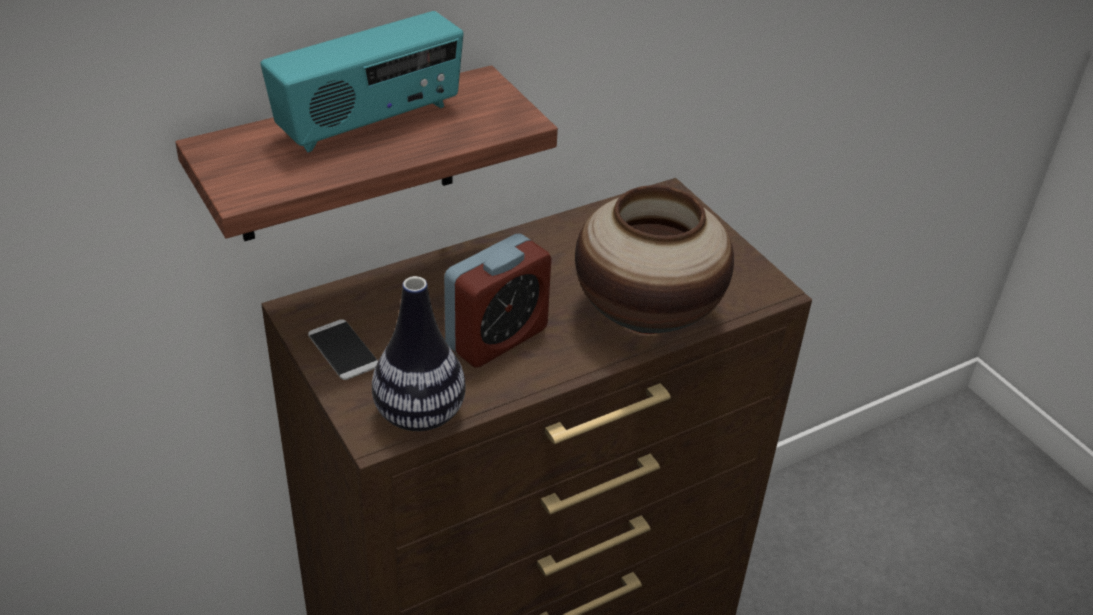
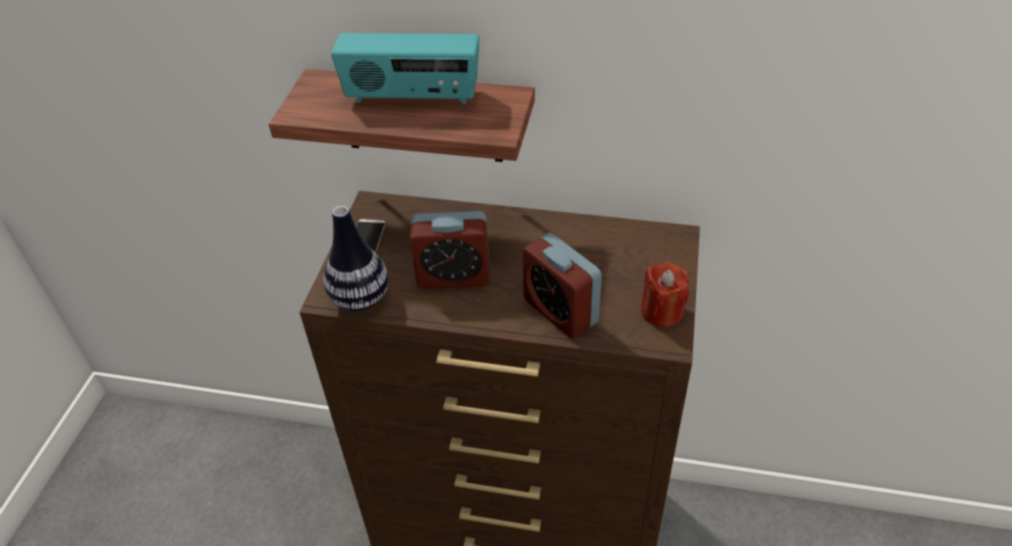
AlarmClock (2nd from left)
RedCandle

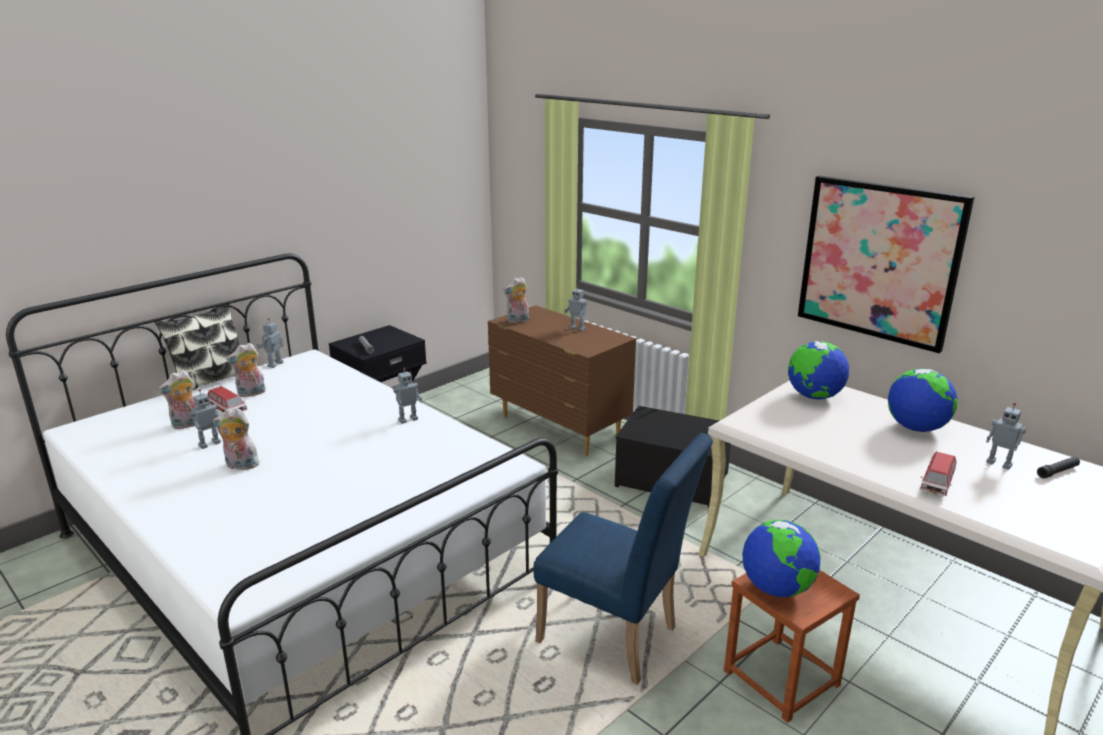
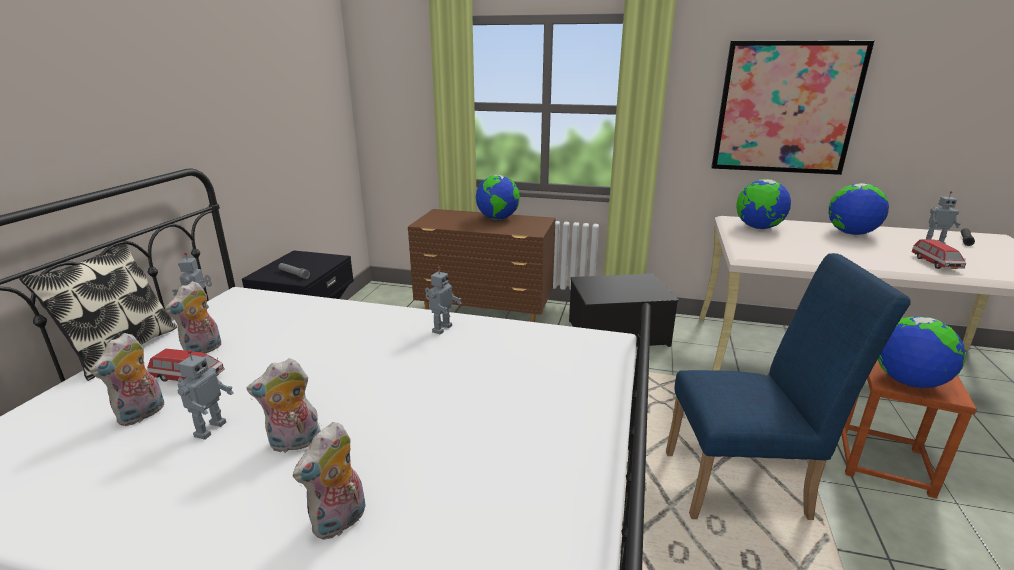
PlushToy (4th from left)
Globe (1st from left)

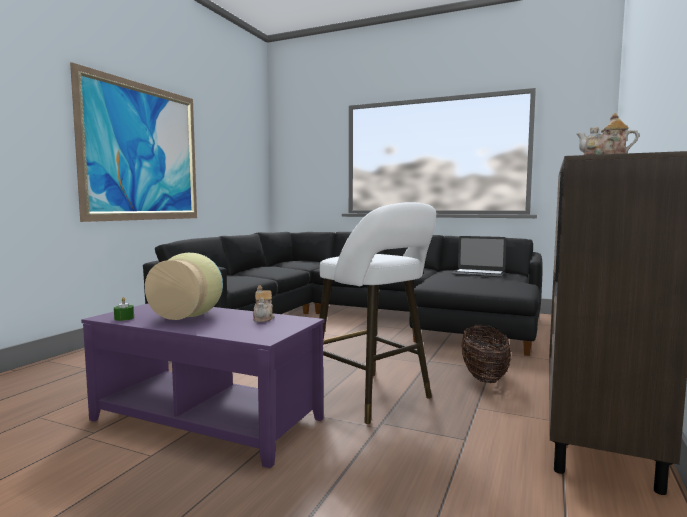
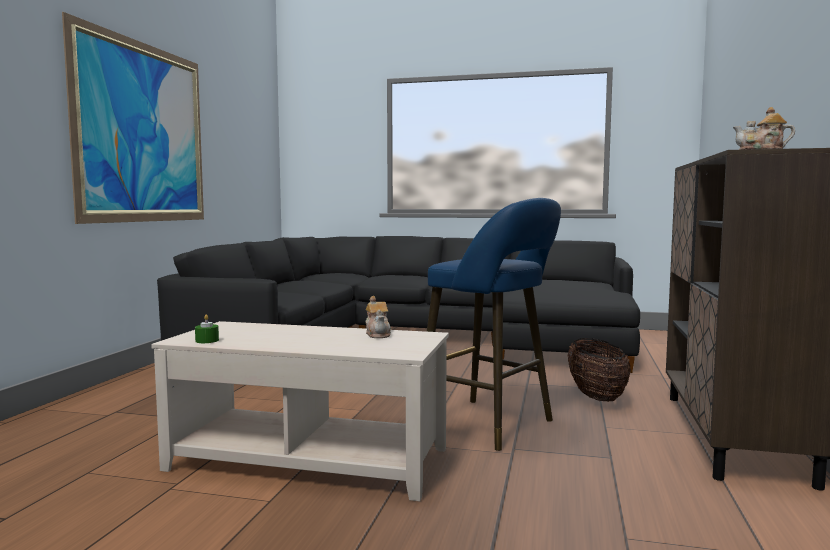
BeigeCoffeeTable
Vase
BlueStool
Laptop

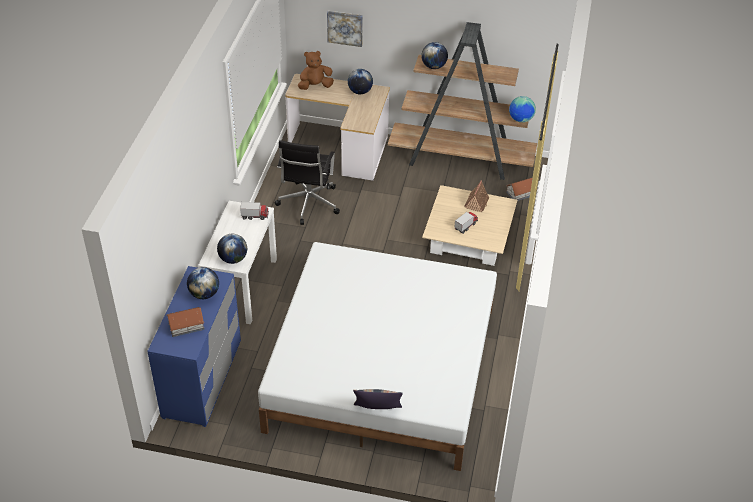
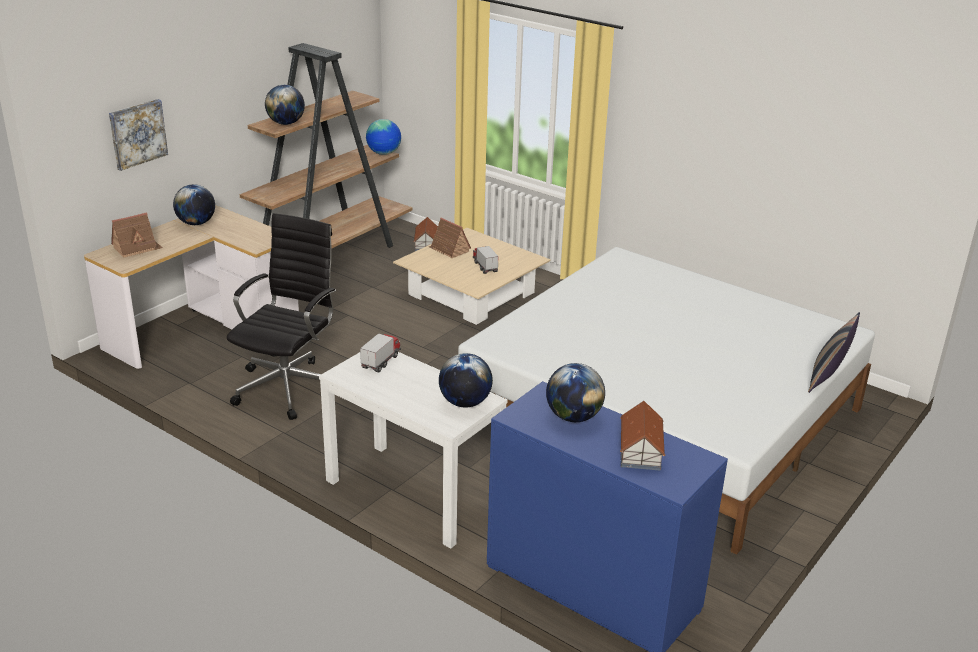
BlackOfficeChair
ToyHouse (1st from left)

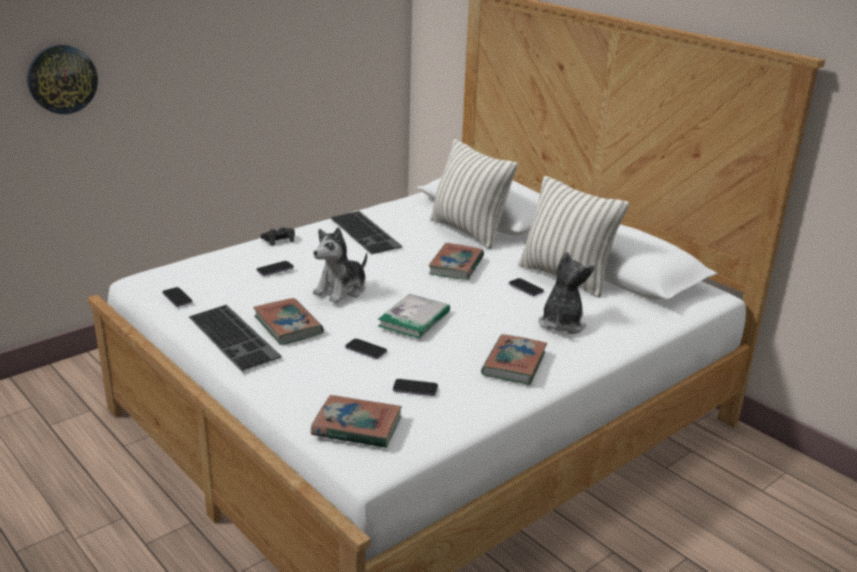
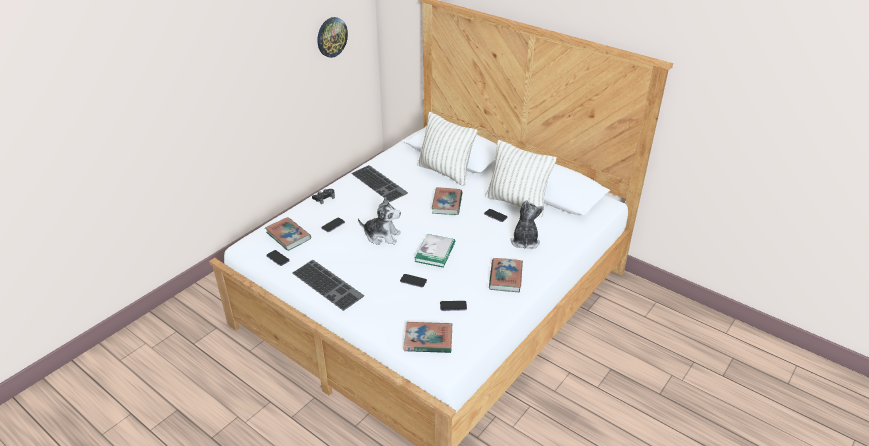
WallClock
Book (1st from left)
PlushToy (1st from left)

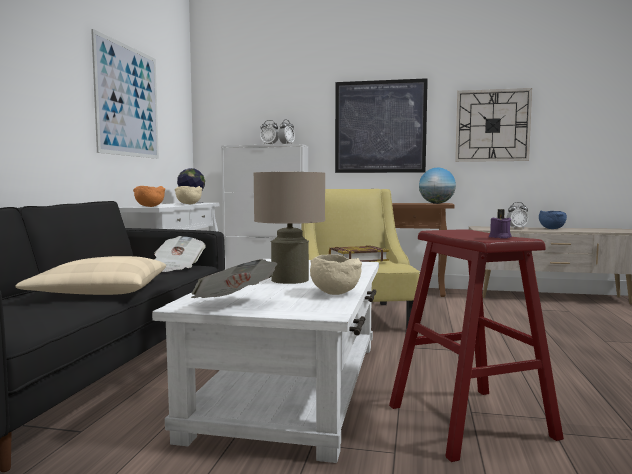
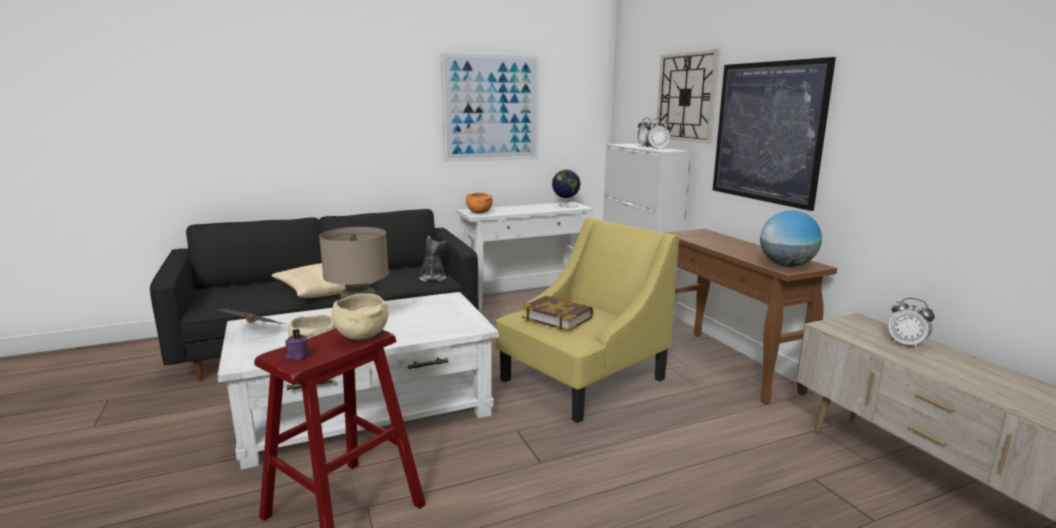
PlushToy
BeigeBowl (2nd from left)
WallClock
BlueBowl

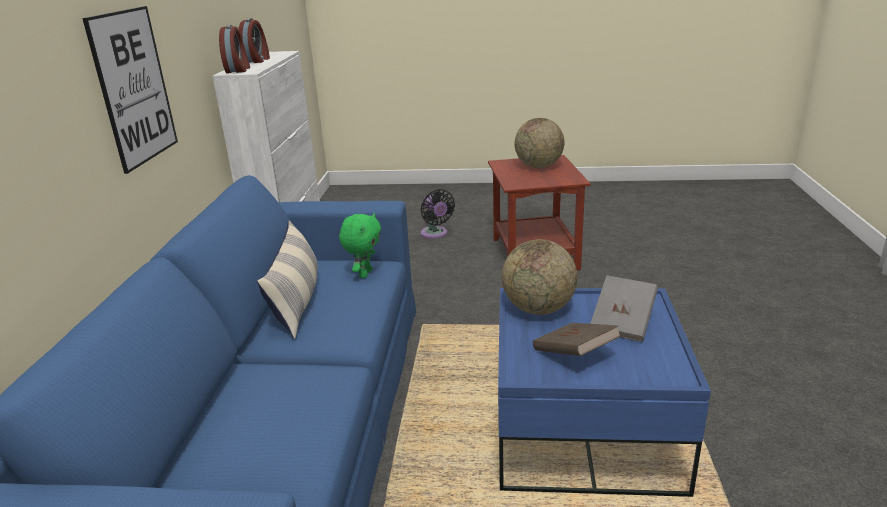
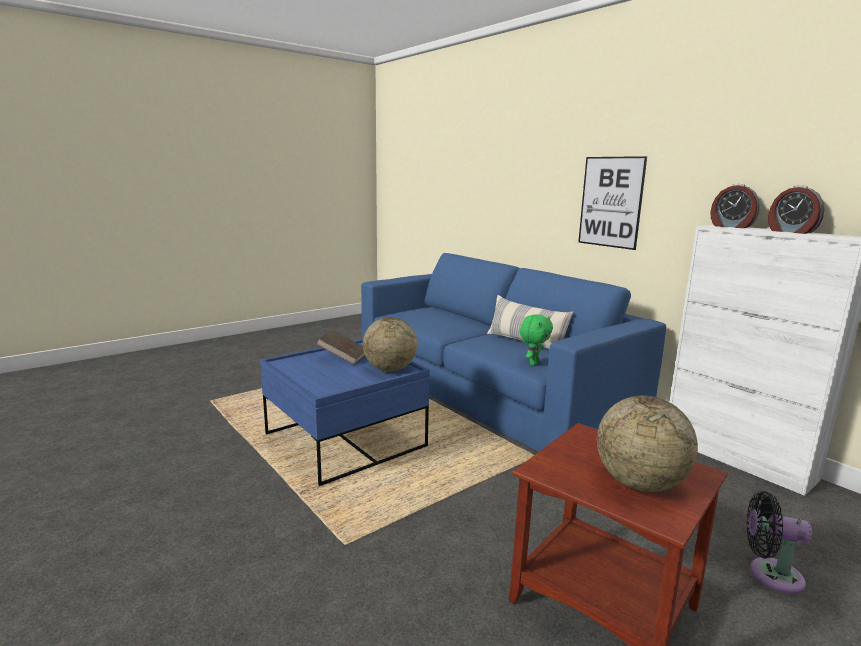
GreenPlushToy
GreyBook

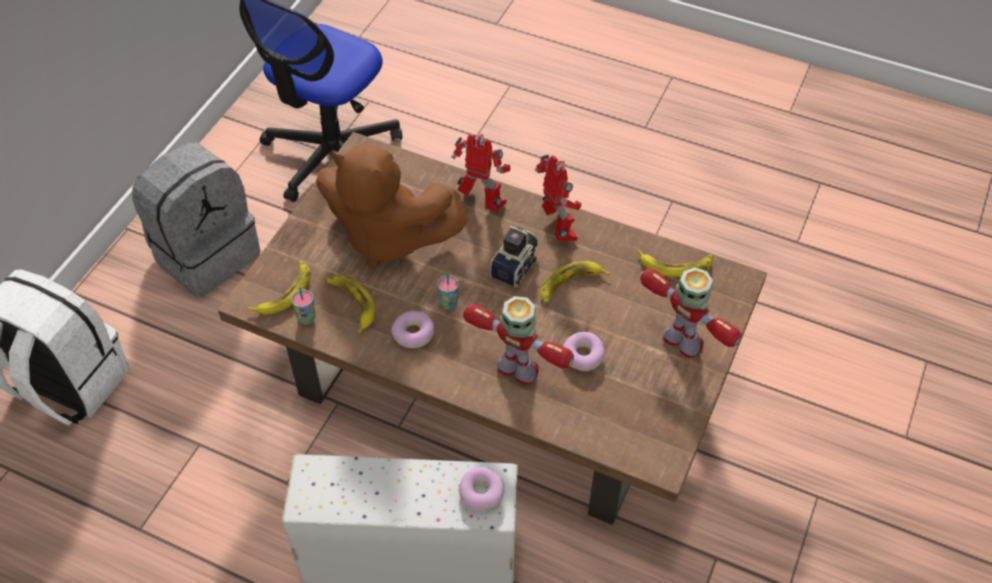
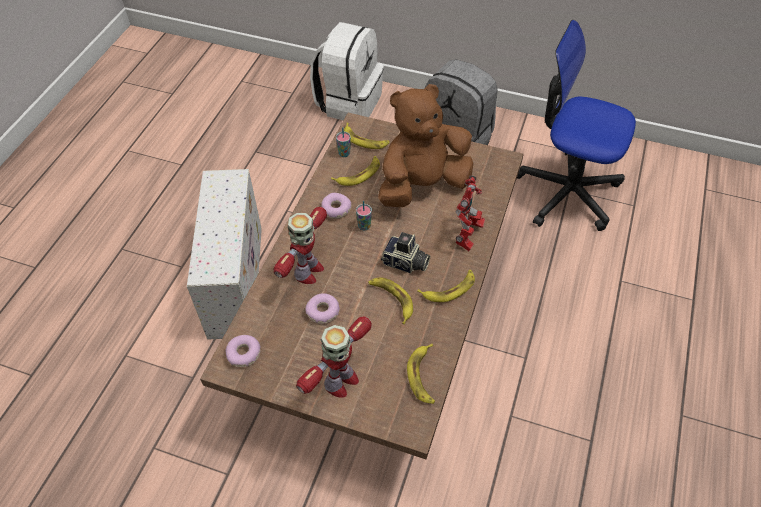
BrownPlushToy
Donut (1st from left)
Banana (5th from left)

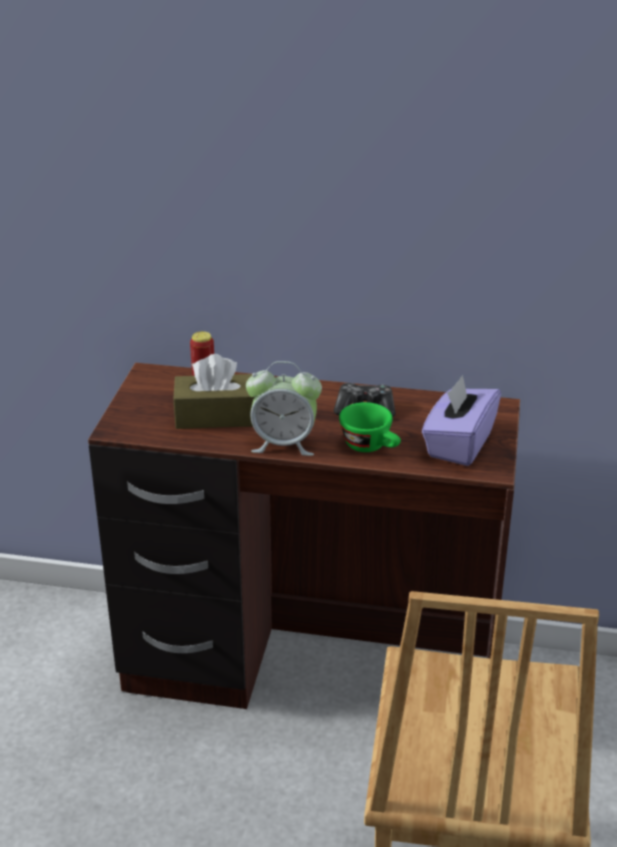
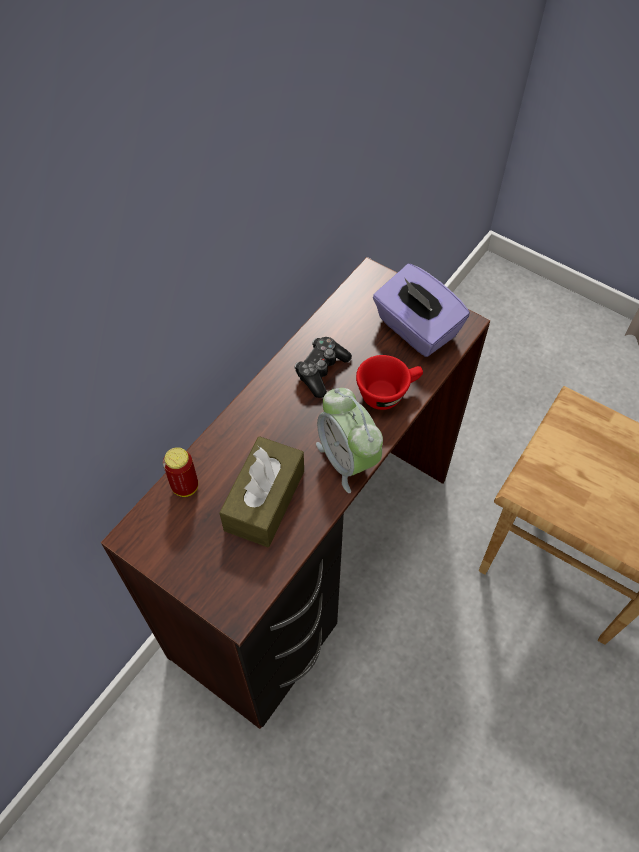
AlarmClock
RedCup

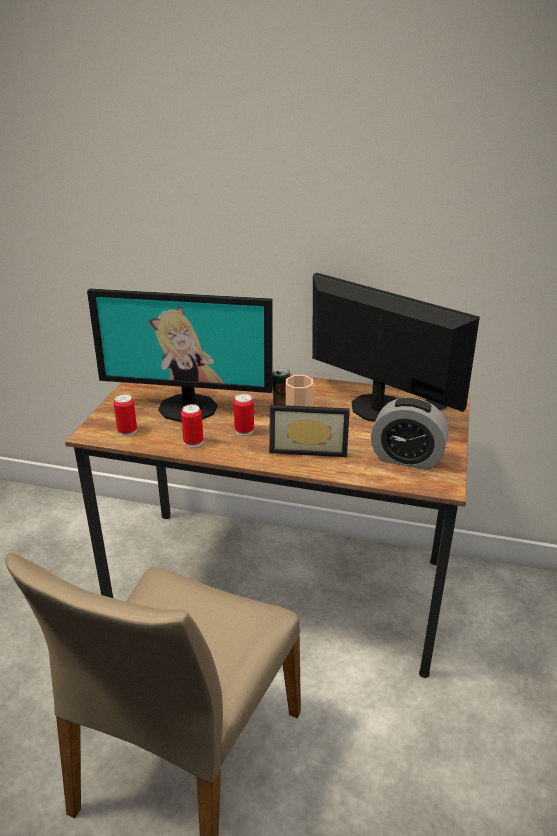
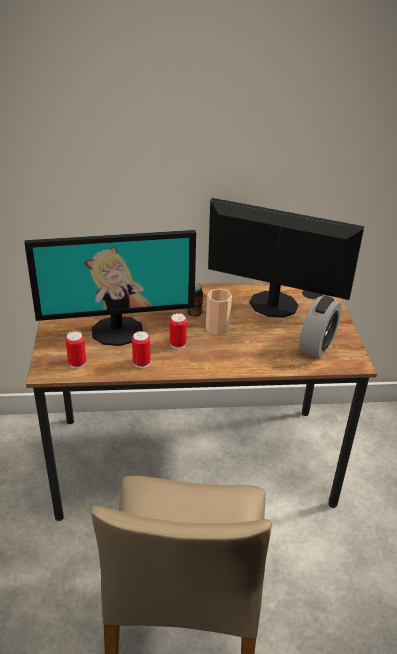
PictureFrame
AlarmClock

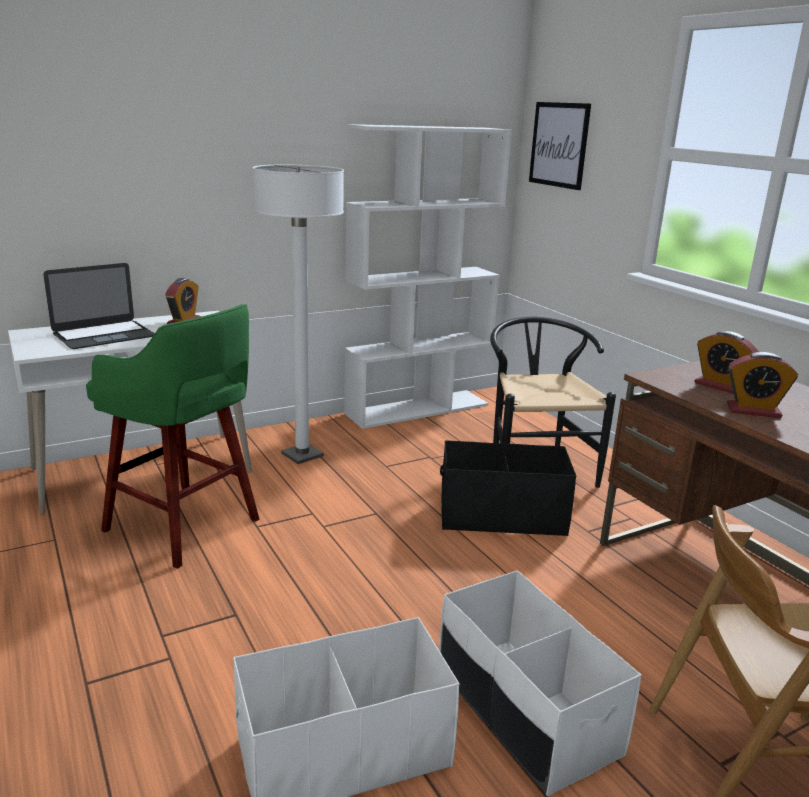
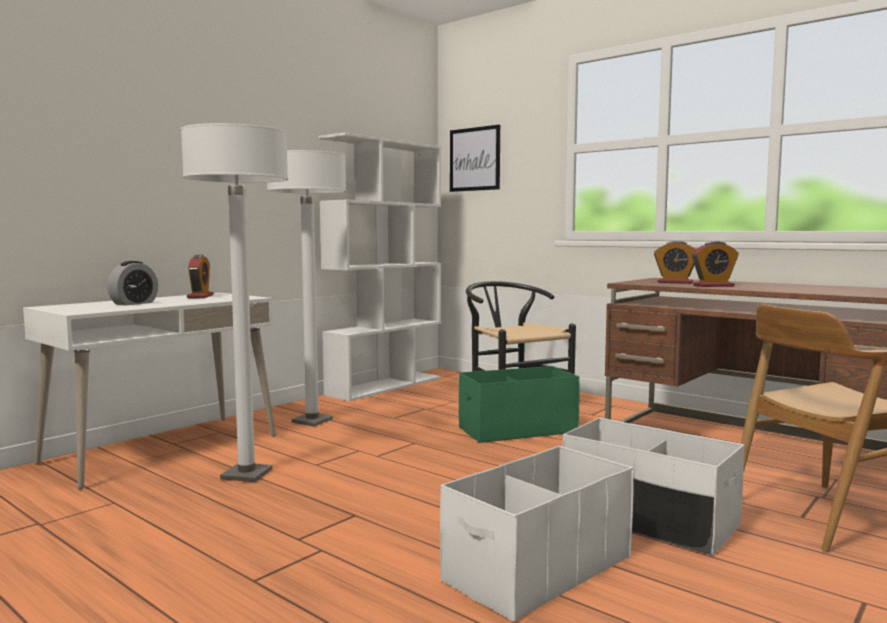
AlarmClock (1st from left)
WhiteFloorLamp (1st from left)
GreenStorageBox

